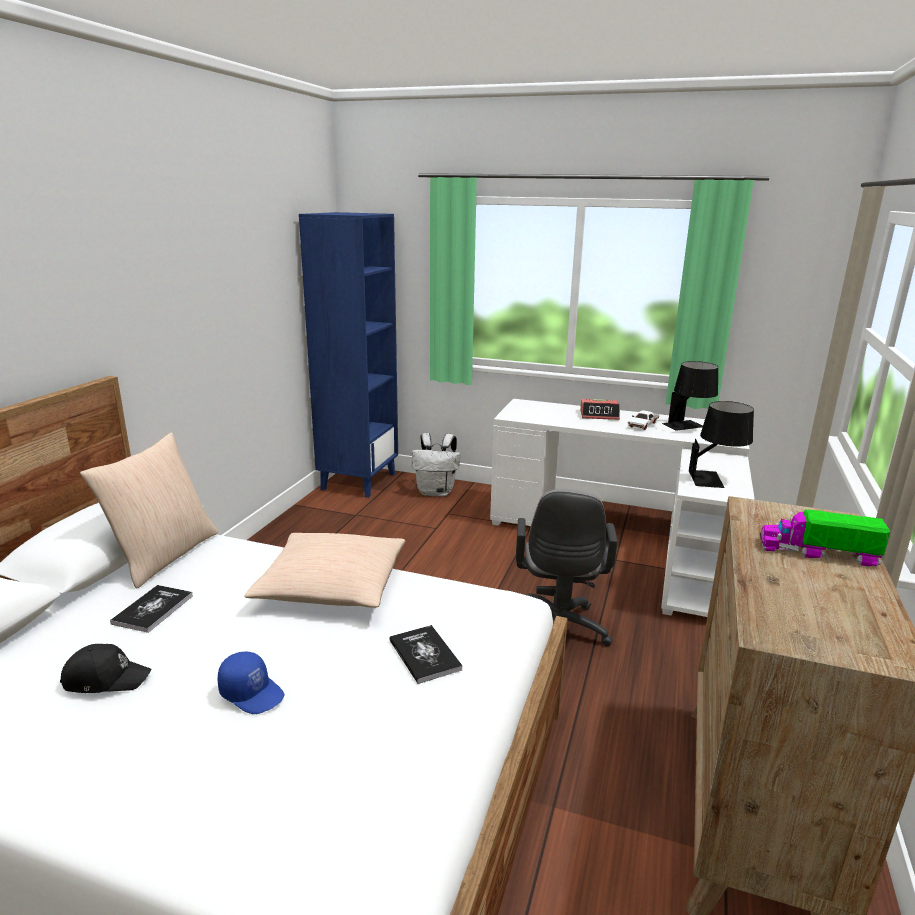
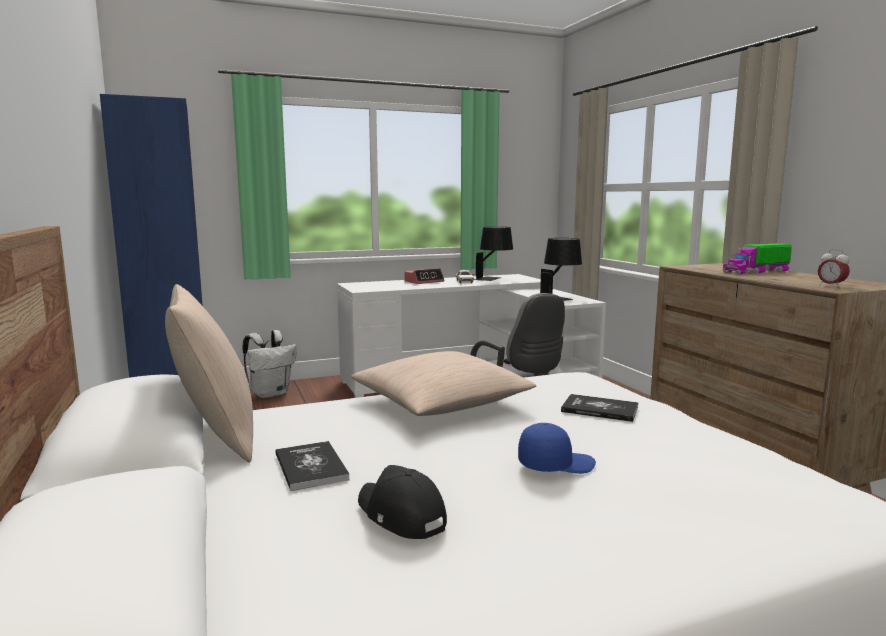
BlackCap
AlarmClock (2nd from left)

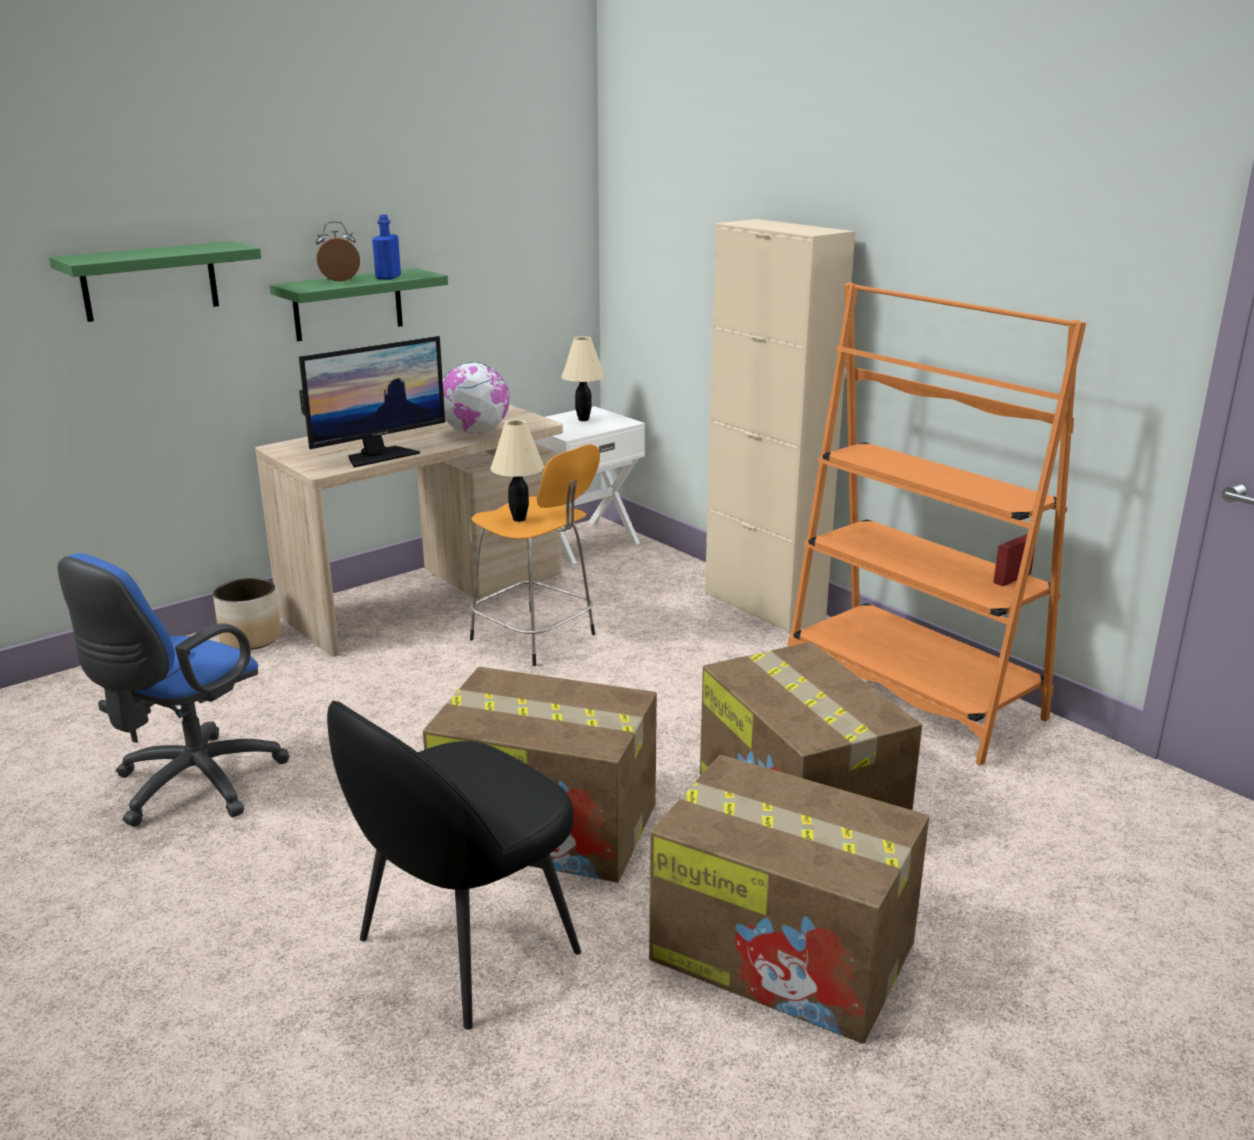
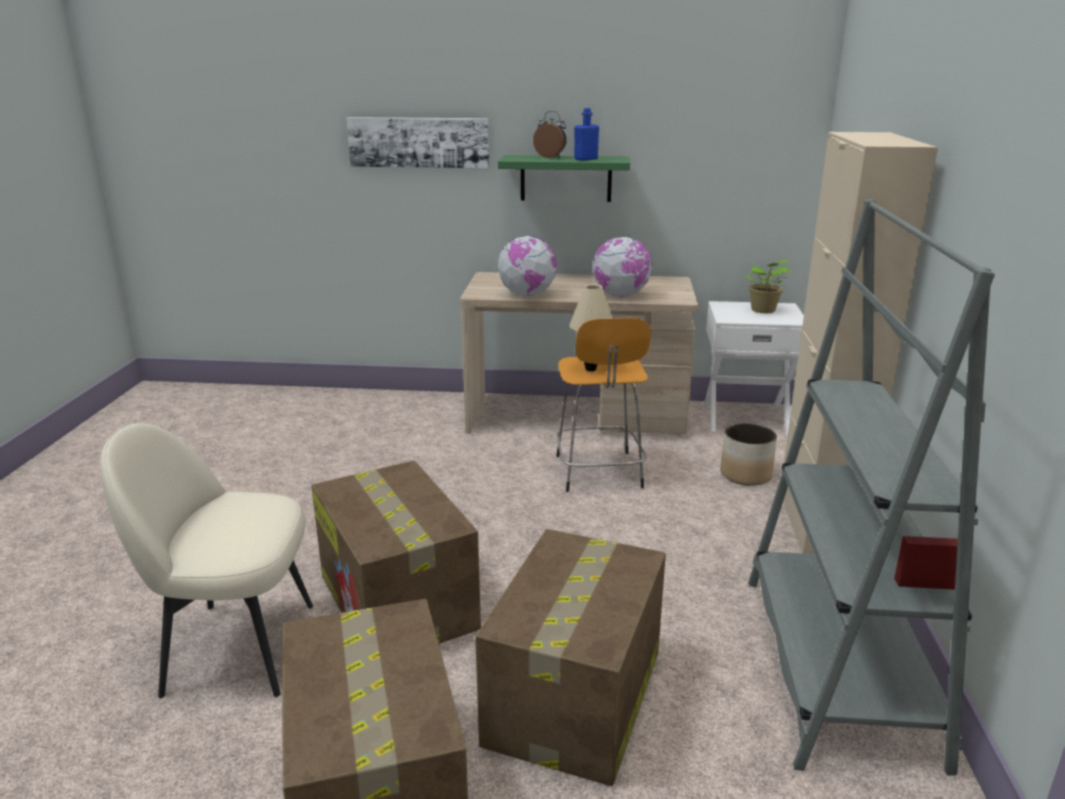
Picture
BlueOfficeChair
Planter
Globe (1st from left)
BeigeChair
PottedPlant
GreyBookcase

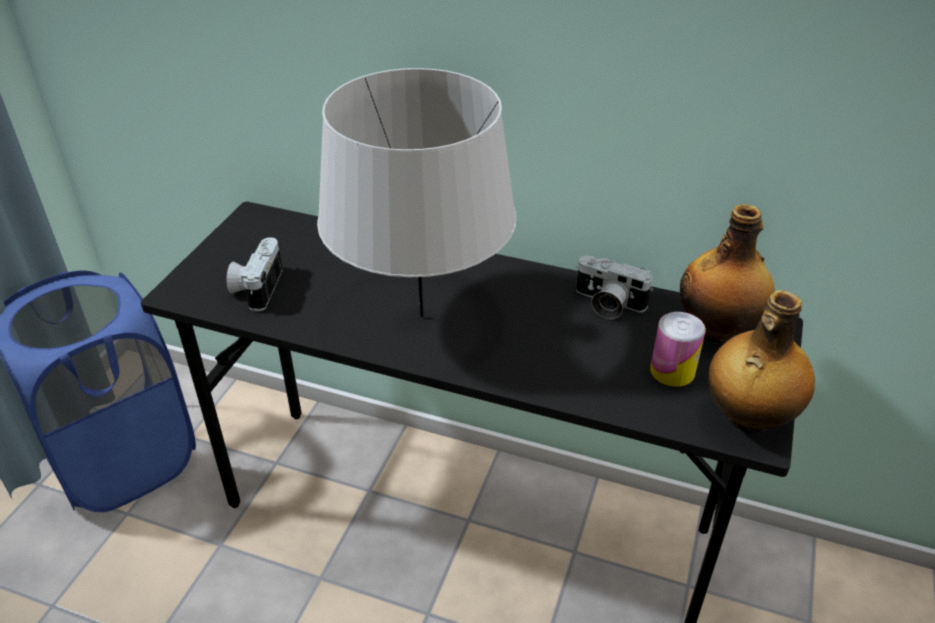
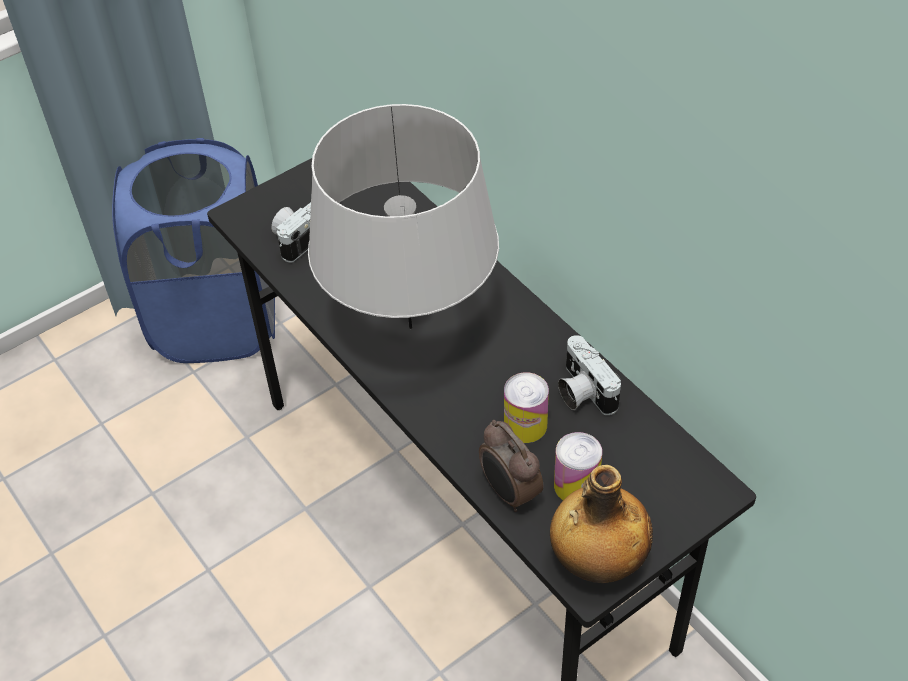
Bottle (1st from left in the first image)
AlarmClock
Can (1st from left)

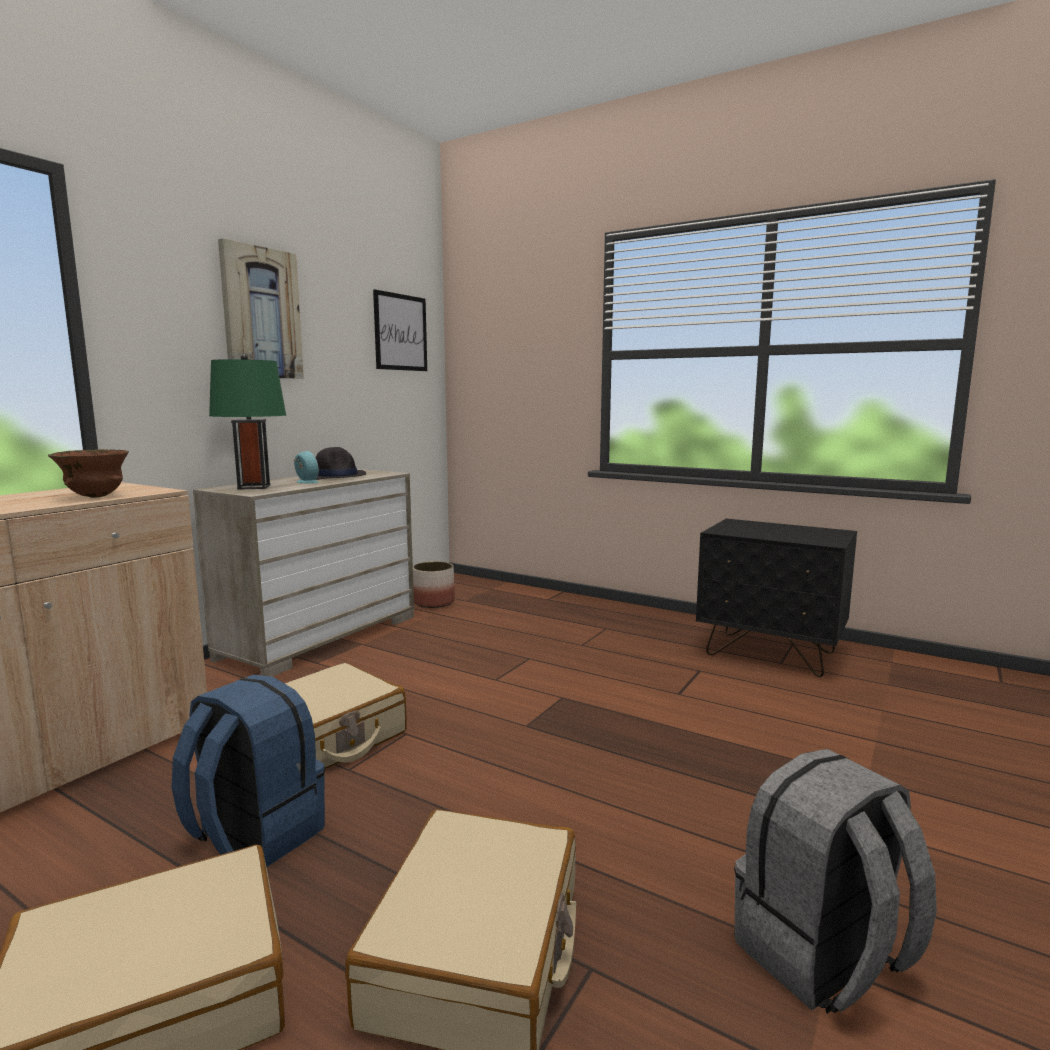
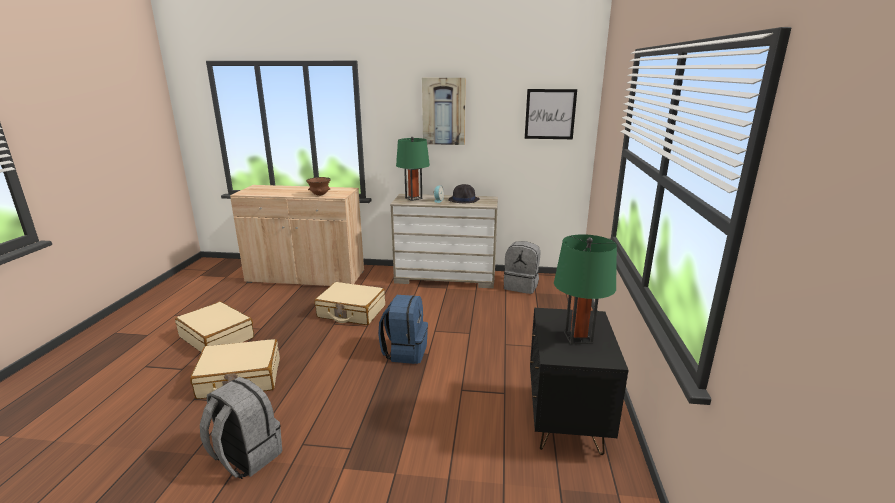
BlueBackpack
GreyBackpack (2nd from left)
GreenTableLamp (2nd from left)

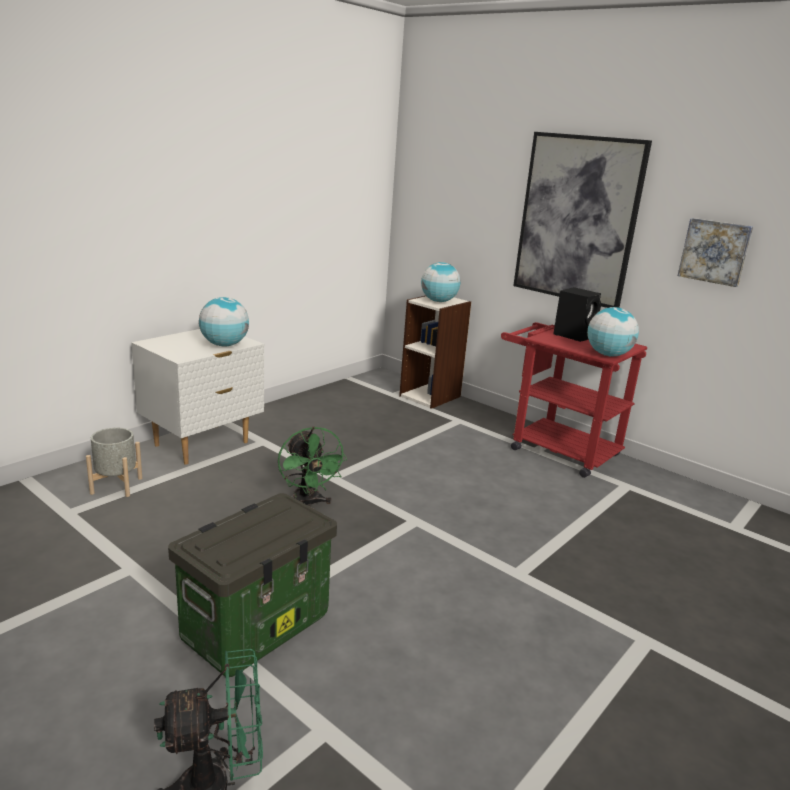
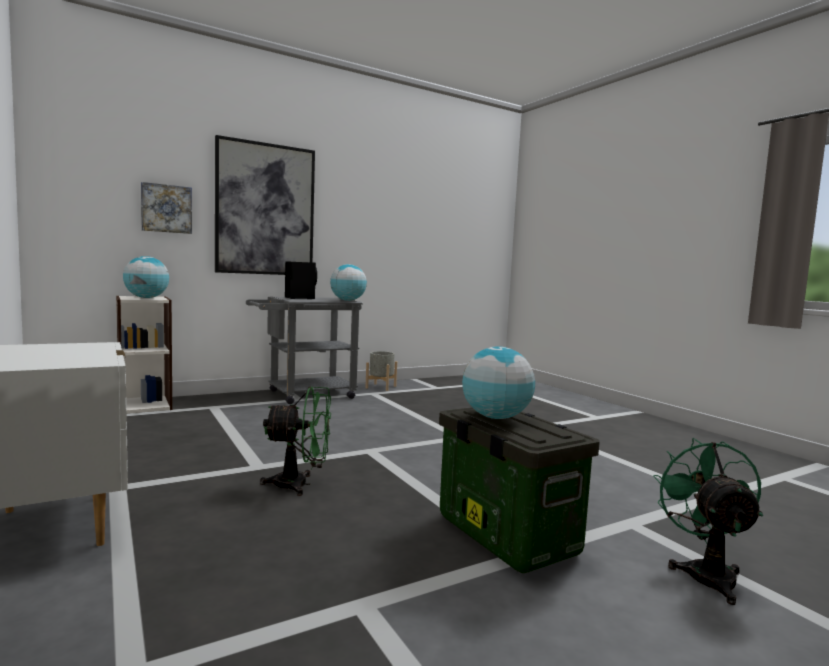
GreyPlanter
Globe (3rd from left)
GreyCart
Picture (1st from left)

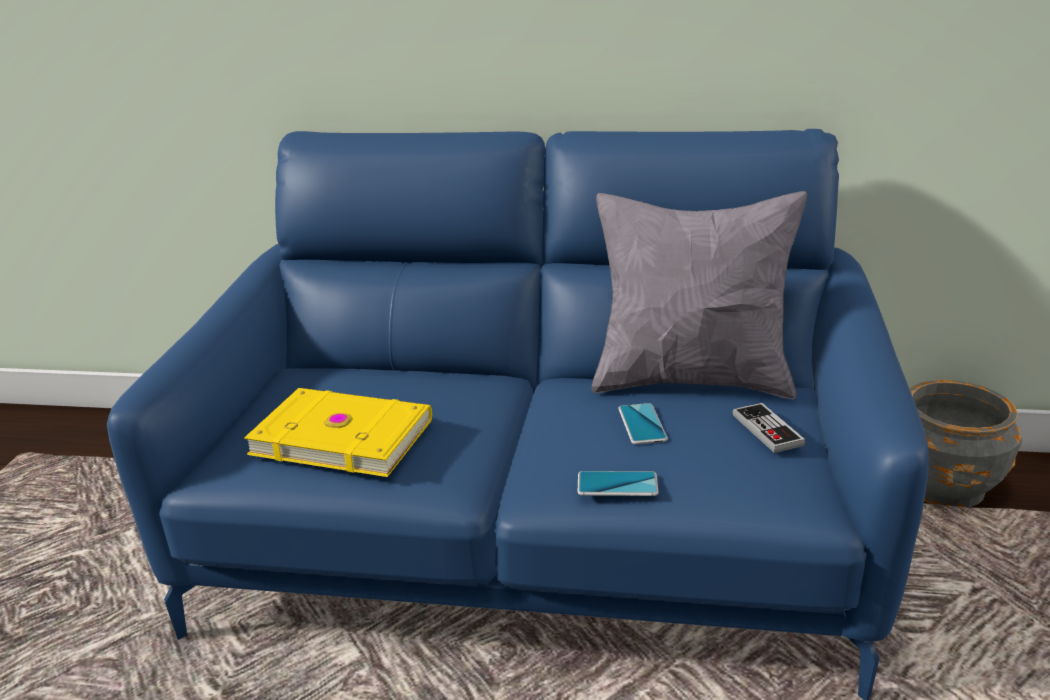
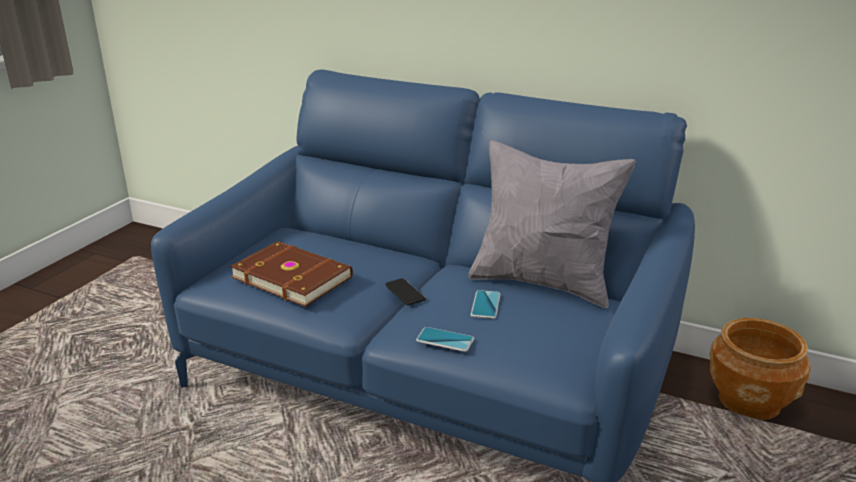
BrownBook
GameController
BrownPlanter
Phone (1st from left)

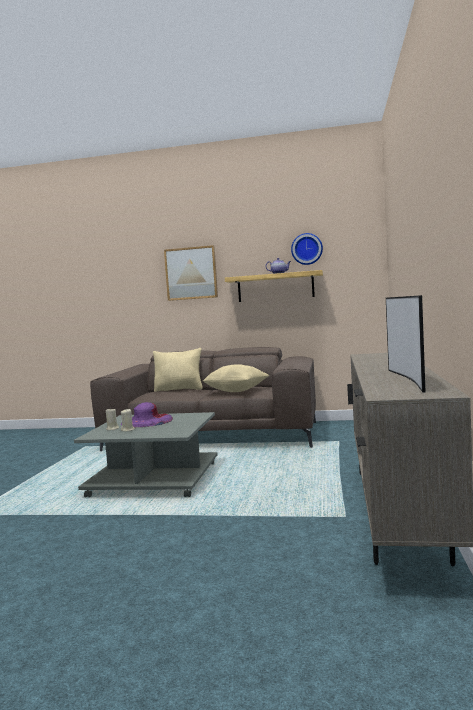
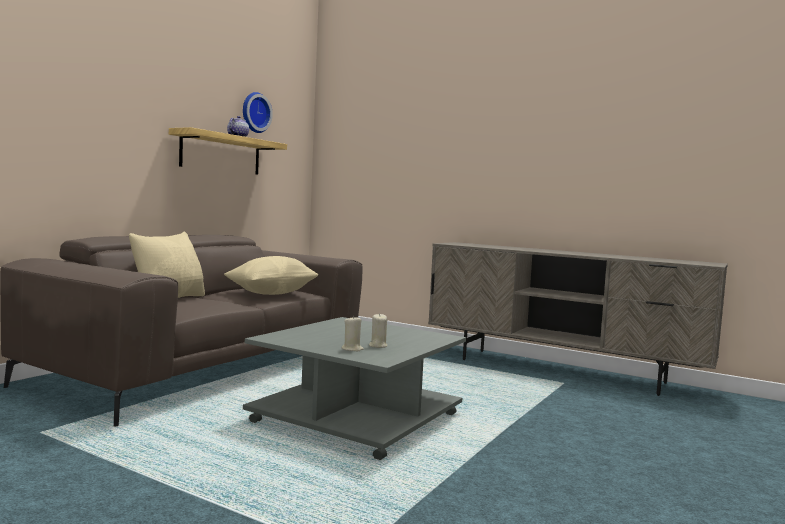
PurpleHat
Picture
Television

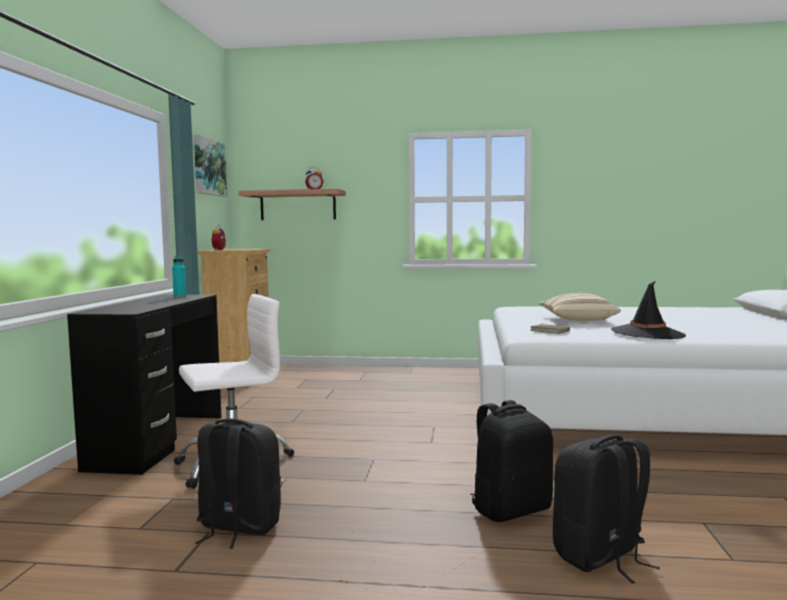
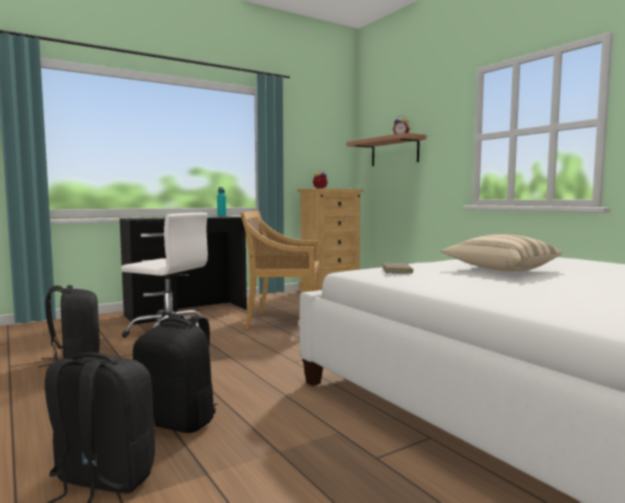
Picture
BlackHat
BeigeChair

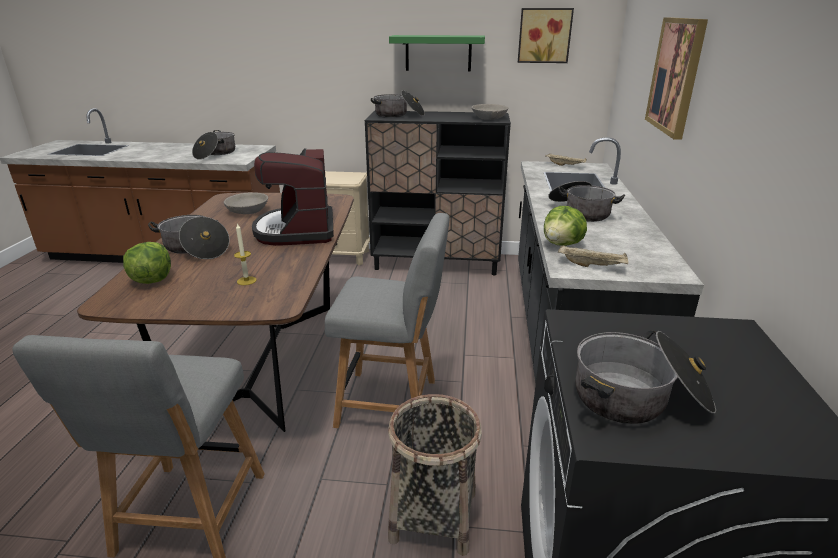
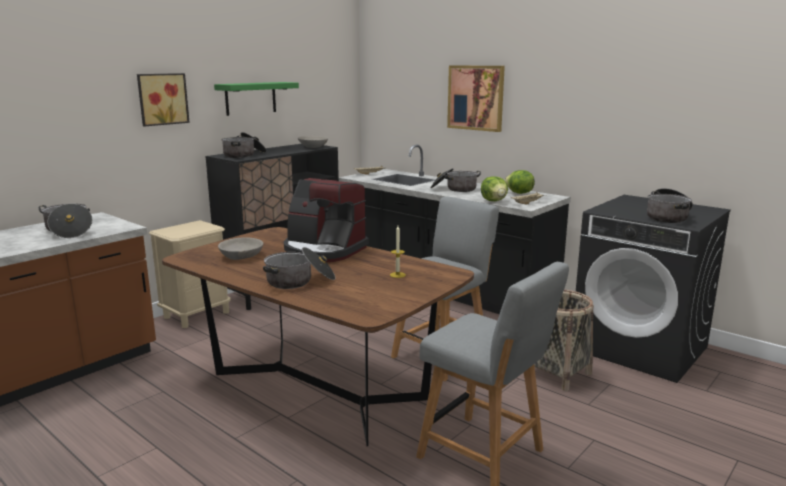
Lettuce (2nd from left)
Picture (1st from left)

